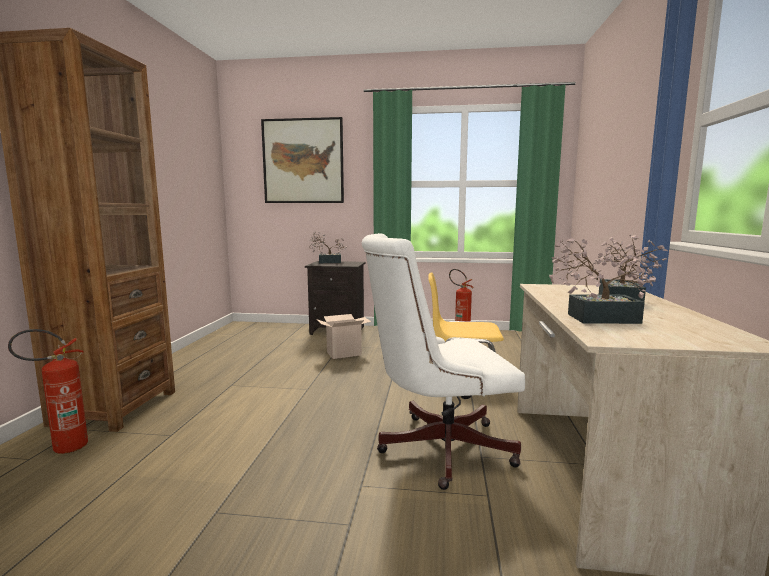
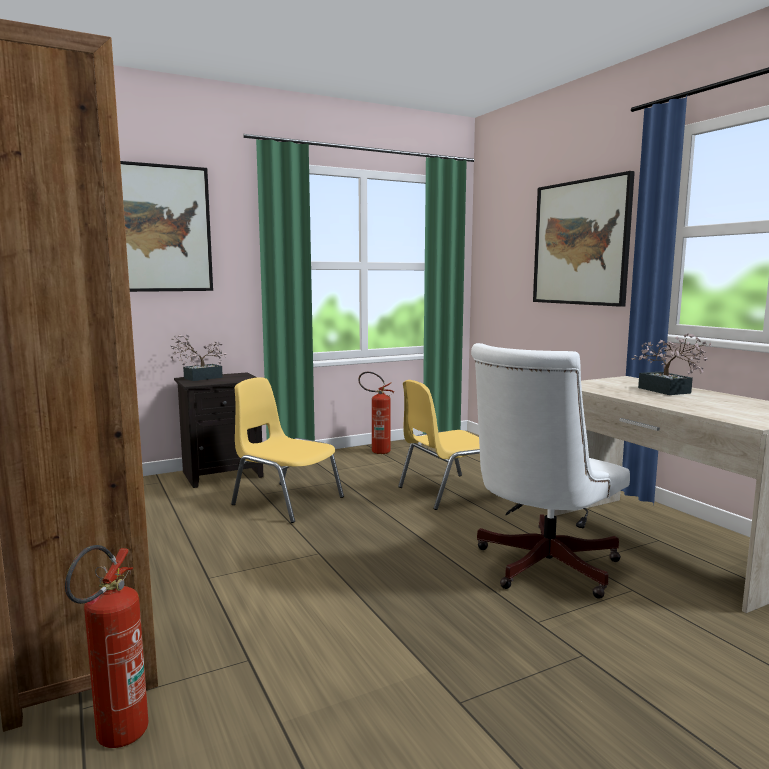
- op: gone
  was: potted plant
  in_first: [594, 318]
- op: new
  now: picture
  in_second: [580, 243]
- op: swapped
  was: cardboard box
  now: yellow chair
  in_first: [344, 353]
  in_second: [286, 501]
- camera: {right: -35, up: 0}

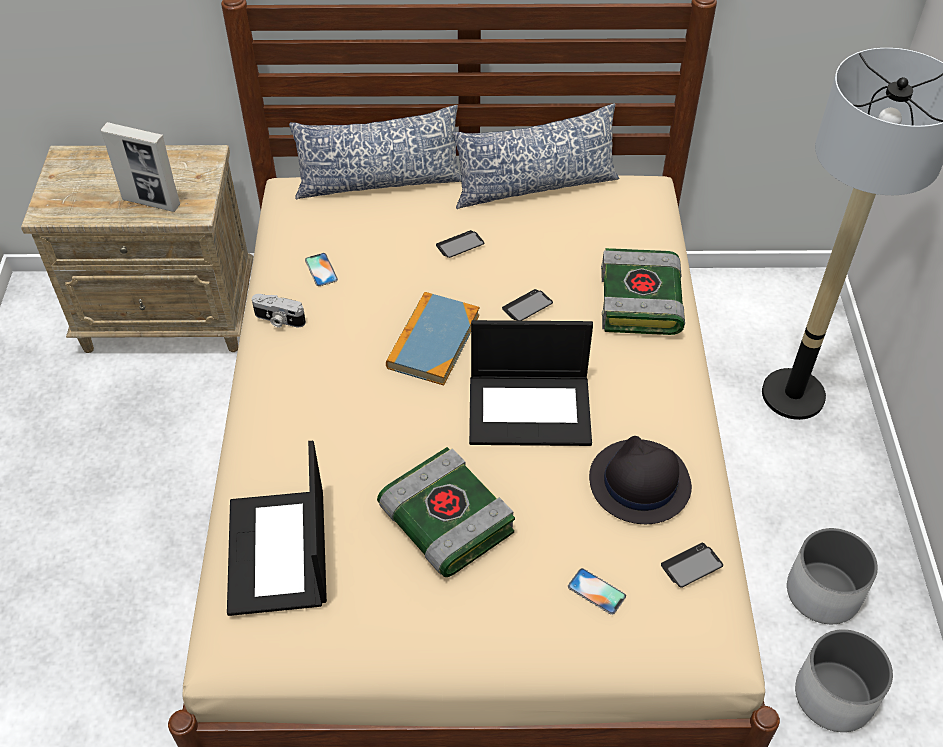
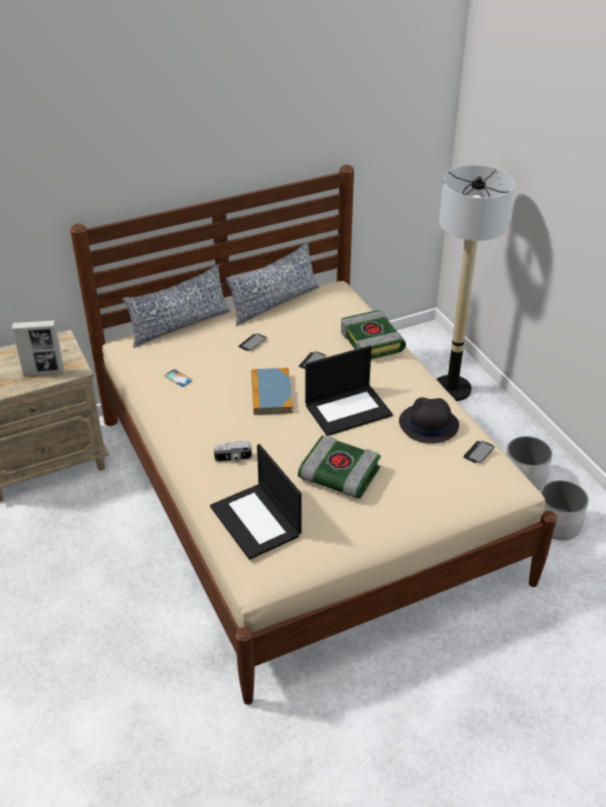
- op: gone
  was: phone
  in_first: [596, 591]
- op: shifted
  was: photo camera
  in_first: [279, 320]
  in_second: [233, 458]
- camera: {right: -25, up: -10}

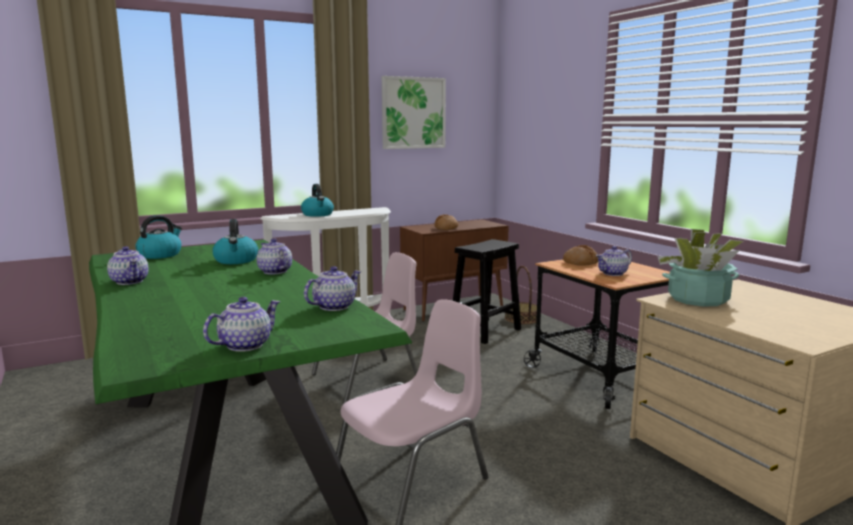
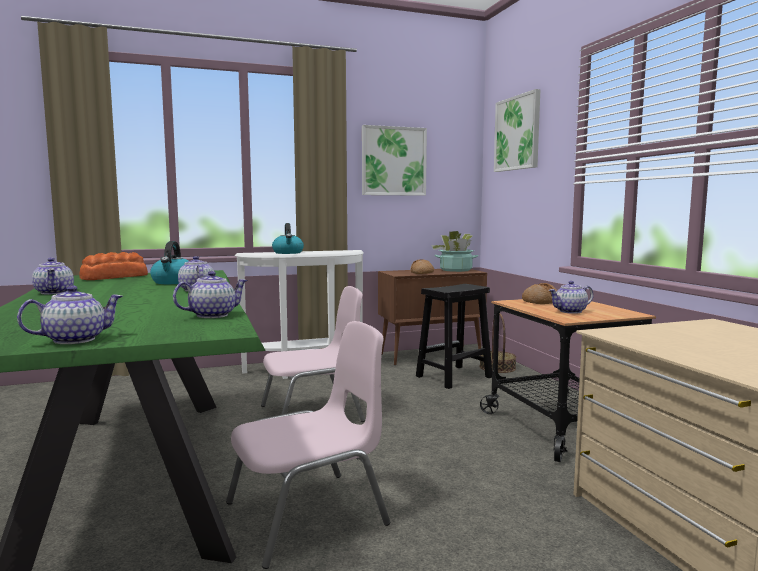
- op: new
  now: picture
  in_second: [517, 133]
- op: shifted
  was: potted plant
  in_first: [698, 299]
  in_second: [456, 270]
- op: swapped
  was: kettle
  now: bread
  in_first: [160, 255]
  in_second: [113, 277]
- camera: {right: 10, up: -5}

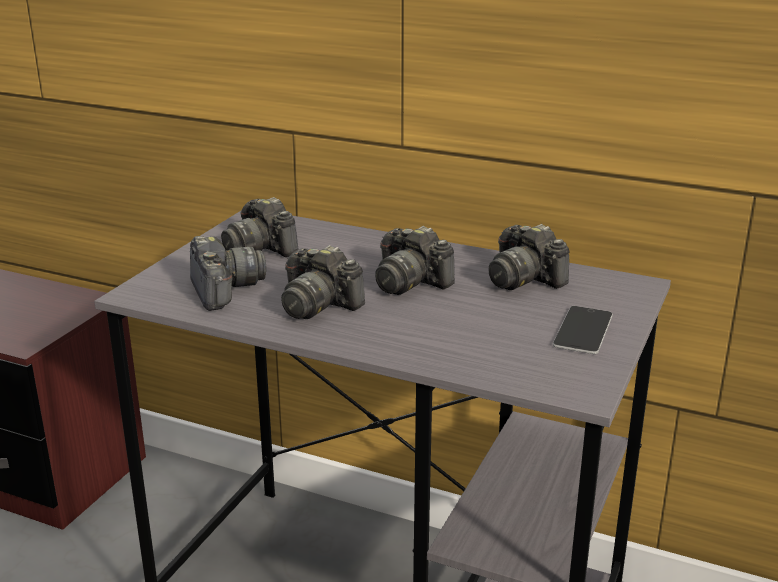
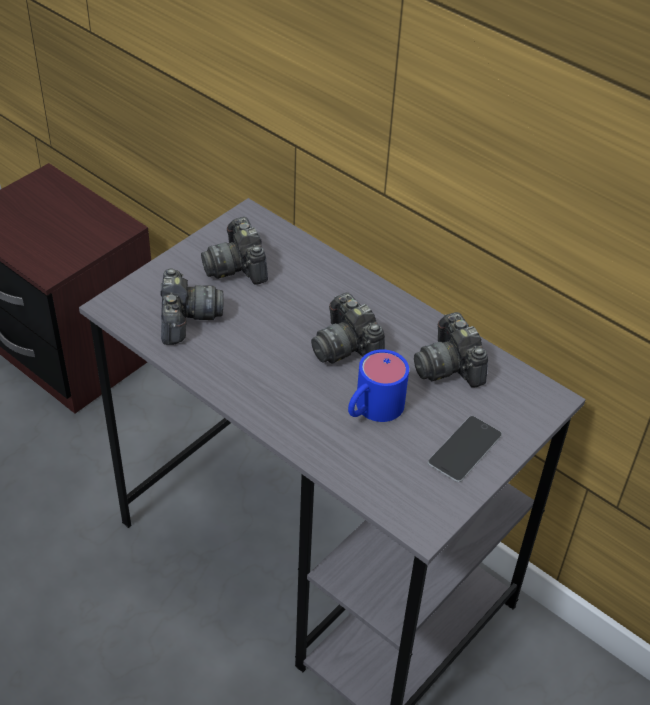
- op: gone
  was: photo camera
  in_first: [318, 305]
- op: new
  now: blue mug
  in_second: [372, 409]
- camera: {right: 15, up: 20}

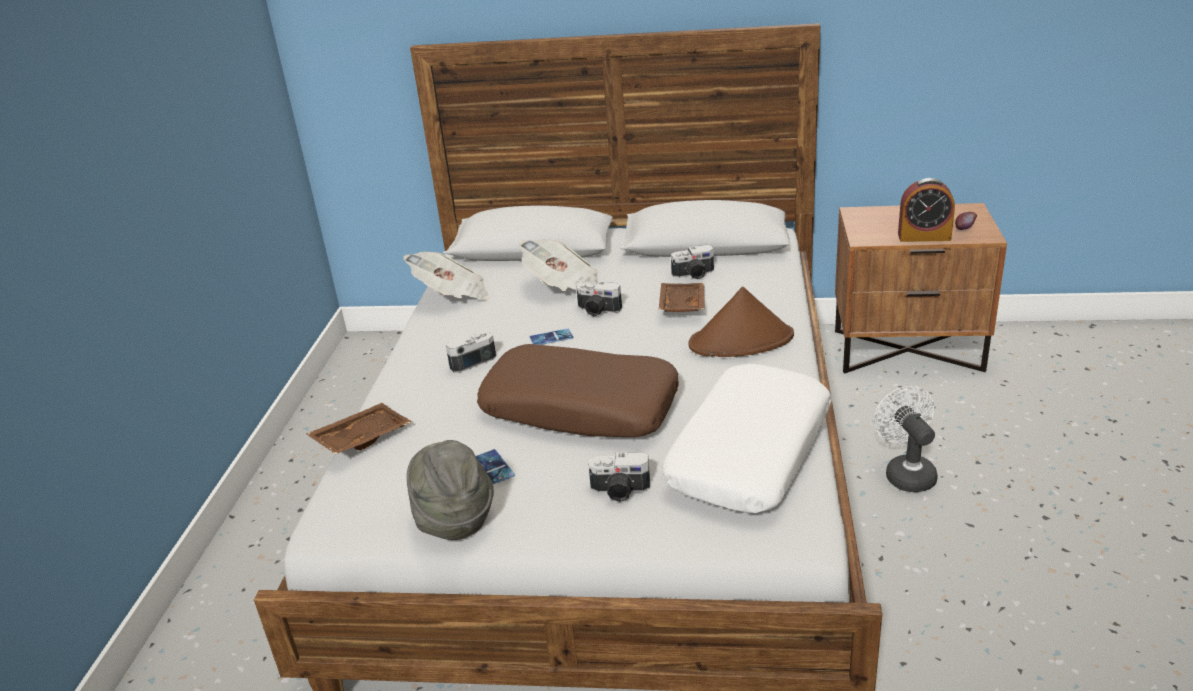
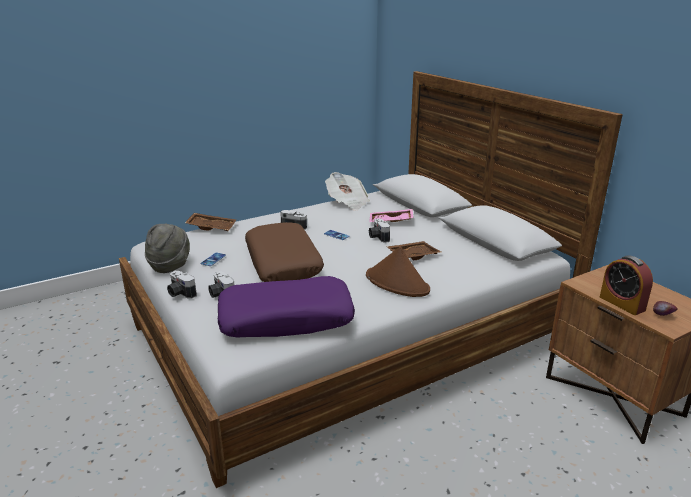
- op: gone
  was: white fan
  in_first: [906, 473]
- op: shifted
  was: photo camera
  in_first: [694, 274]
  in_second: [180, 293]
- op: swapped
  was: newspaper
  now: pink tray
  in_first: [563, 286]
  in_second: [391, 222]
- op: repainted
  was: white pillow
  now: purple pillow
  in_first: [749, 453]
  in_second: [286, 319]
- camera: {right: 50, up: -5}

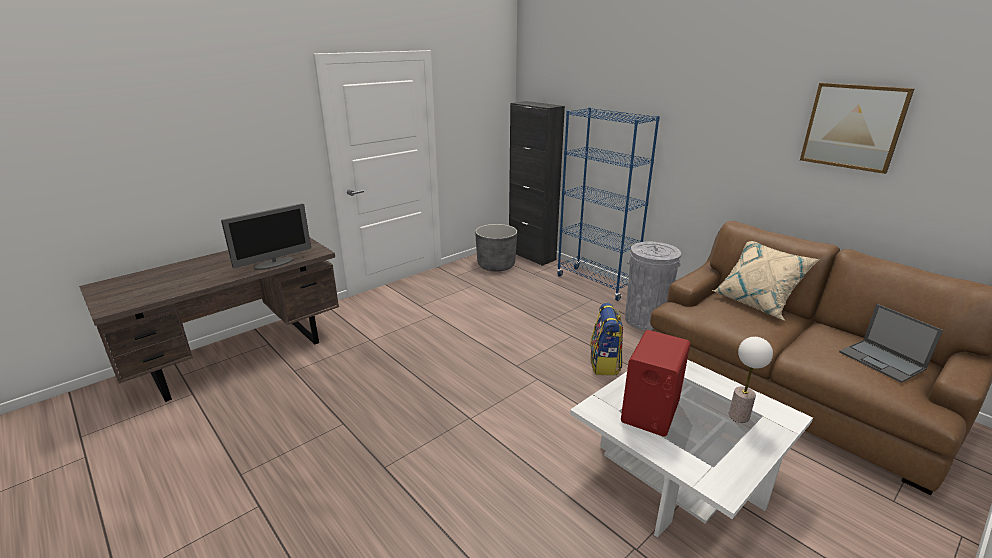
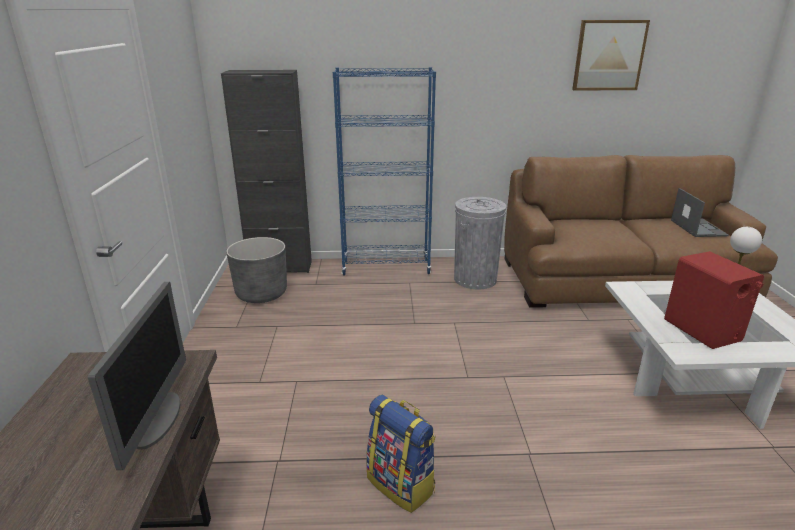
- op: gone
  was: beige pillow
  in_first: [756, 303]
- op: shifted
  was: backpack
  in_first: [605, 364]
  in_second: [402, 484]
- op: rotated
  was: laptop
  in_first: [882, 361]
  in_second: [697, 227]
  clockwise: -105
- camera: {right: -50, up: 0}

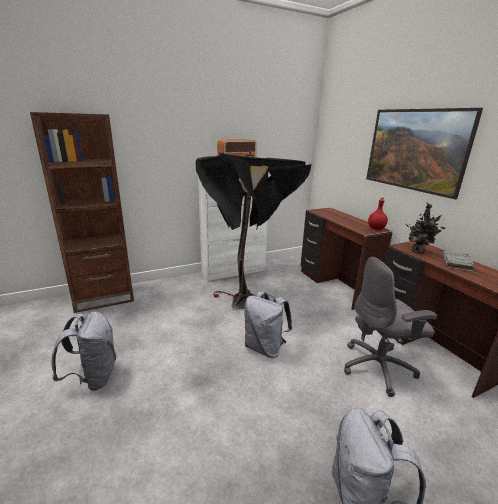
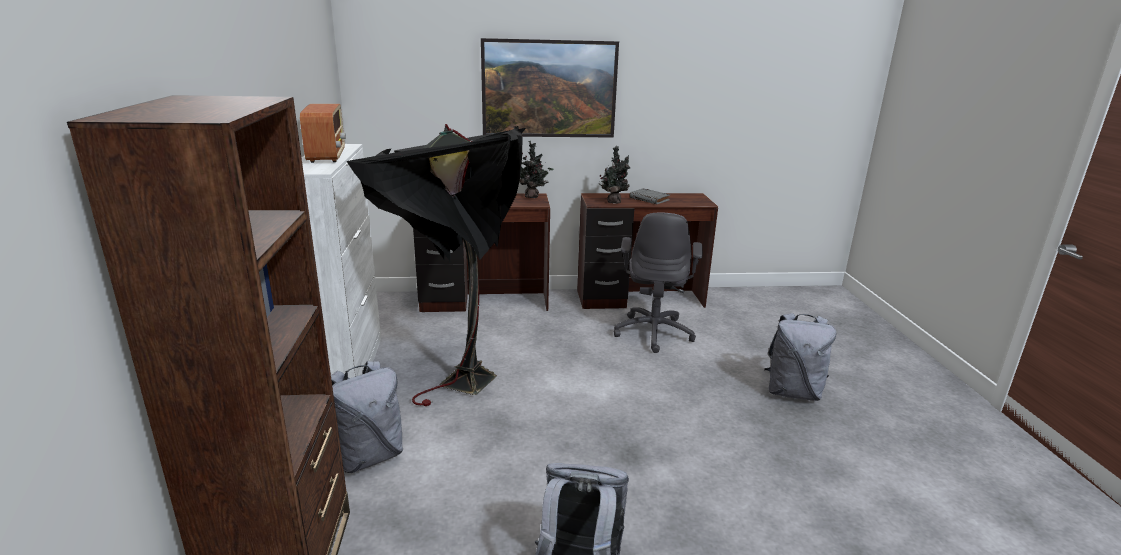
- op: shifted
  was: grey backpack
  in_first: [265, 348]
  in_second: [368, 456]
- op: swapped
  was: red bottle
  now: potted plant
  in_first: [376, 228]
  in_second: [533, 196]
- camera: {right: -70, up: 0}

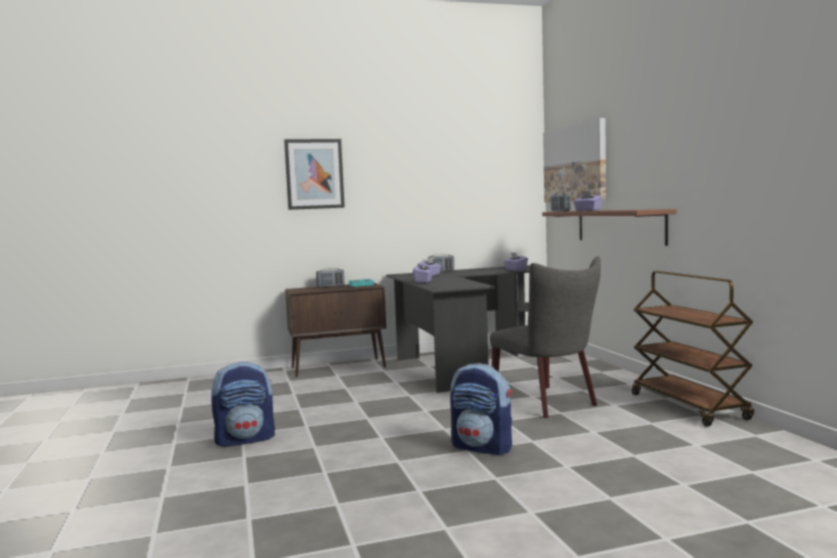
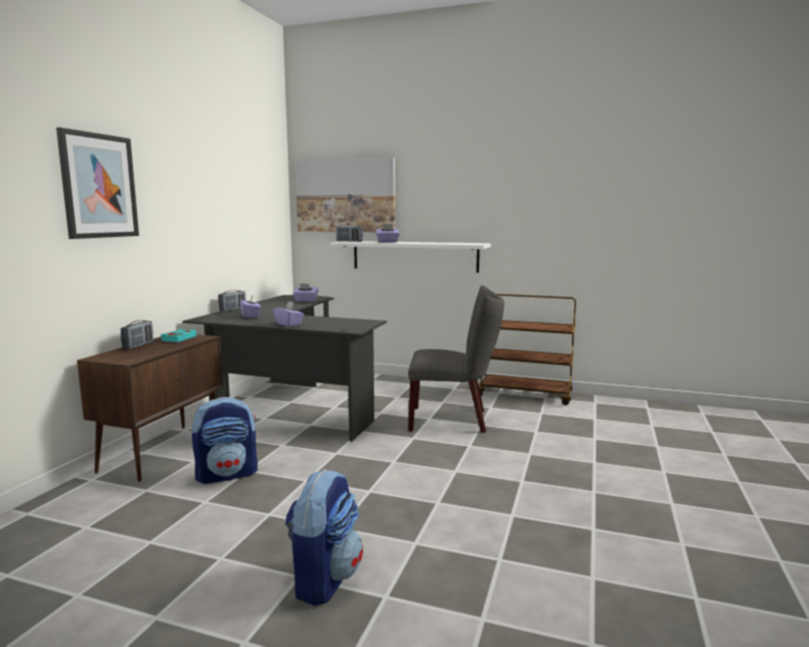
- op: shifted
  was: backpack
  in_first: [483, 447]
  in_second: [227, 474]
- op: repainted
  was: brown shelf
  now: white shelf
  in_first: [619, 226]
  in_second: [414, 256]
- camera: {right: -55, up: 5}

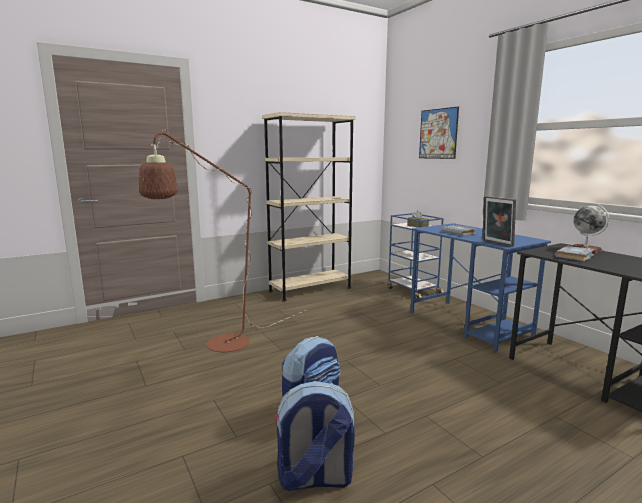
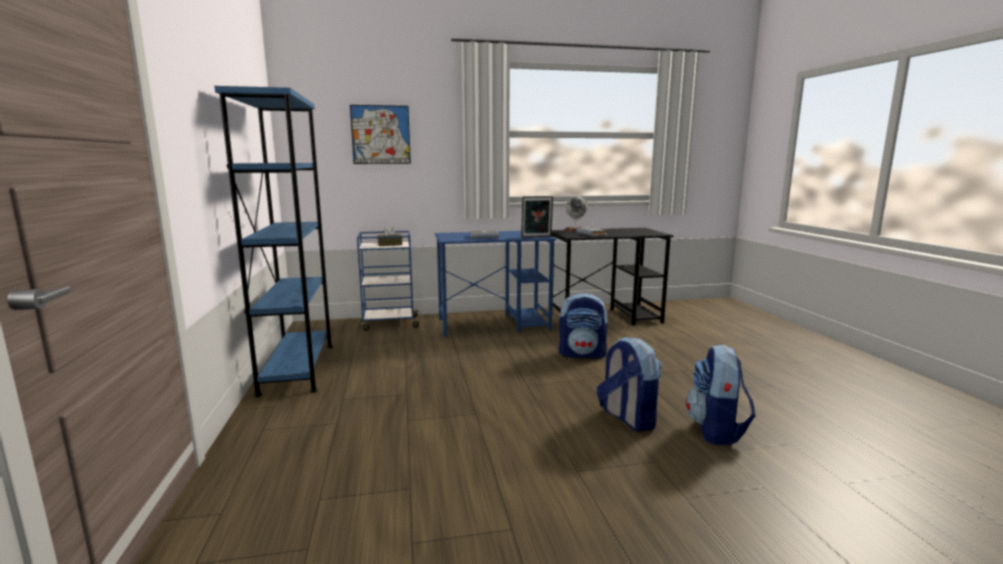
- op: gone
  was: brown floor lamp
  in_first: [218, 346]
- op: new
  now: backpack
  in_second: [582, 354]
- op: repainted
  was: beige bookcase
  now: blue bookcase
  in_first: [310, 289]
  in_second: [297, 368]
- camera: {right: -70, up: 0}

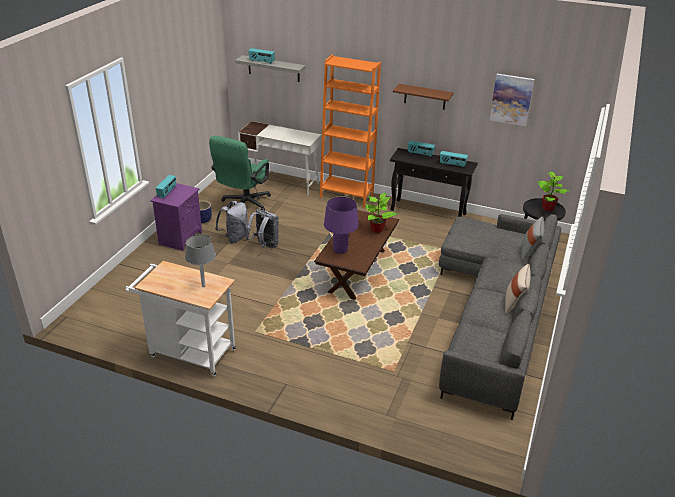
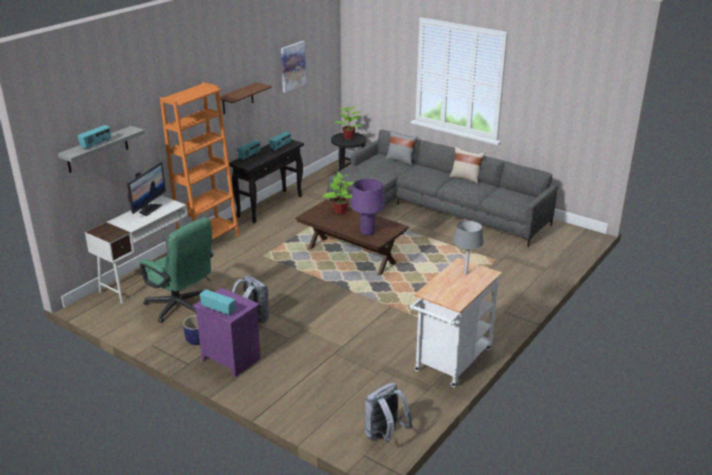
- op: new
  now: monitor
  in_second: [148, 209]
- op: shifted
  was: grey backpack
  in_first: [264, 246]
  in_second: [385, 435]
- camera: {right: -75, up: -5}

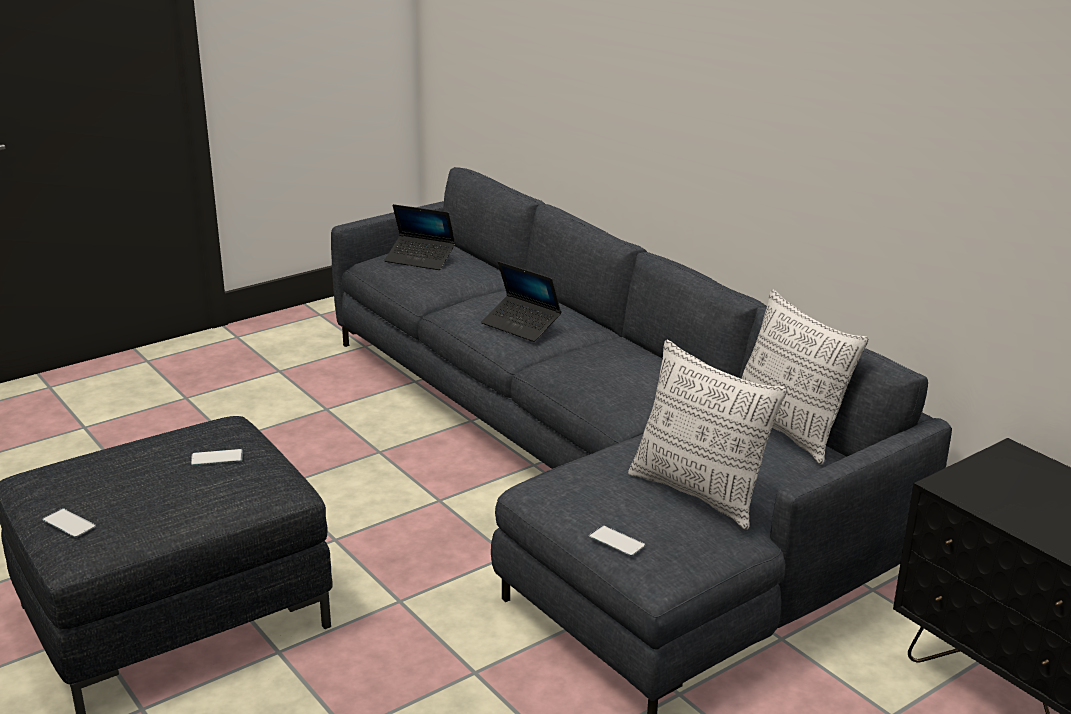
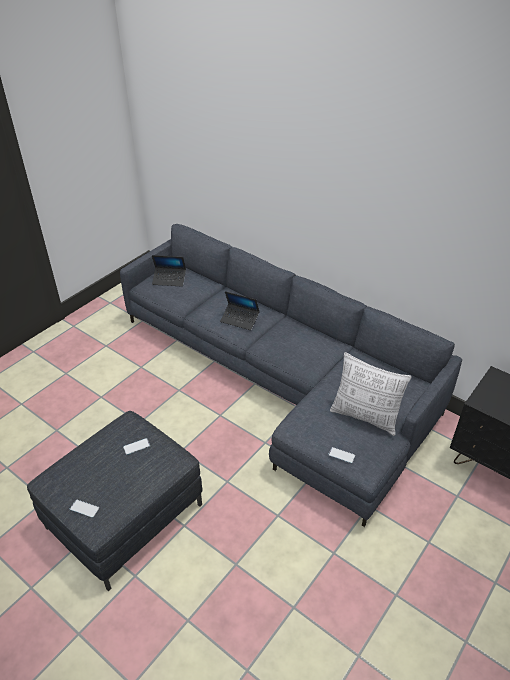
- op: gone
  was: pillow
  in_first: [788, 431]
- camera: {right: -15, up: 15}

